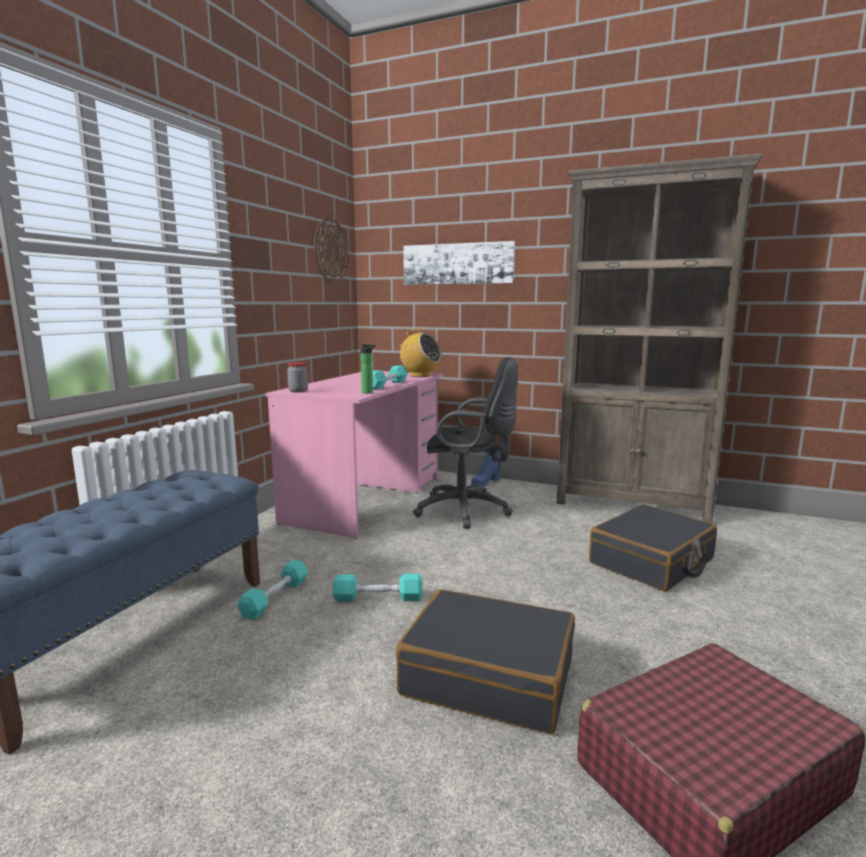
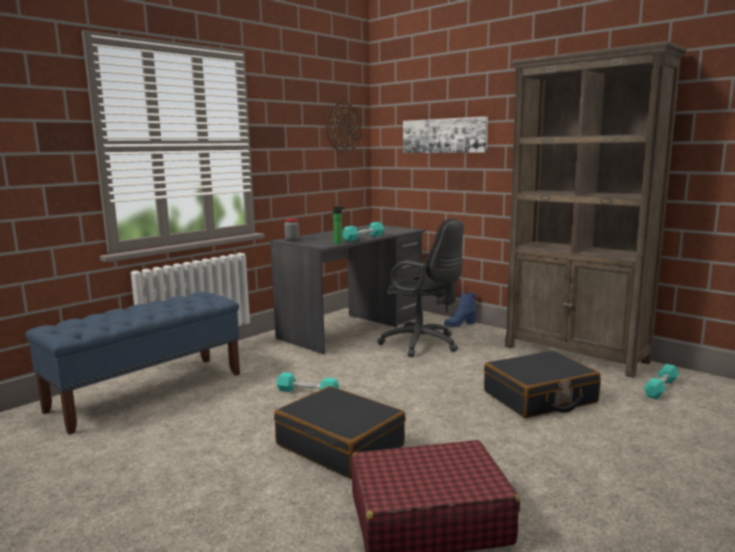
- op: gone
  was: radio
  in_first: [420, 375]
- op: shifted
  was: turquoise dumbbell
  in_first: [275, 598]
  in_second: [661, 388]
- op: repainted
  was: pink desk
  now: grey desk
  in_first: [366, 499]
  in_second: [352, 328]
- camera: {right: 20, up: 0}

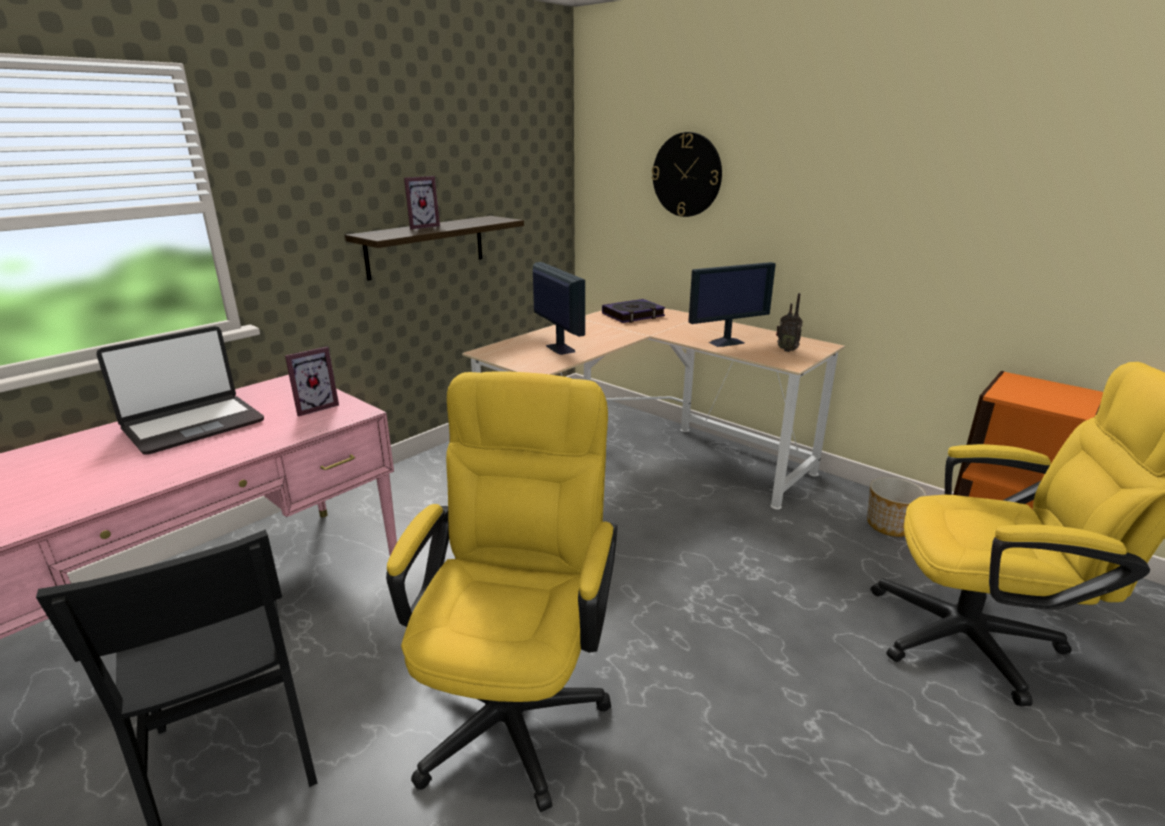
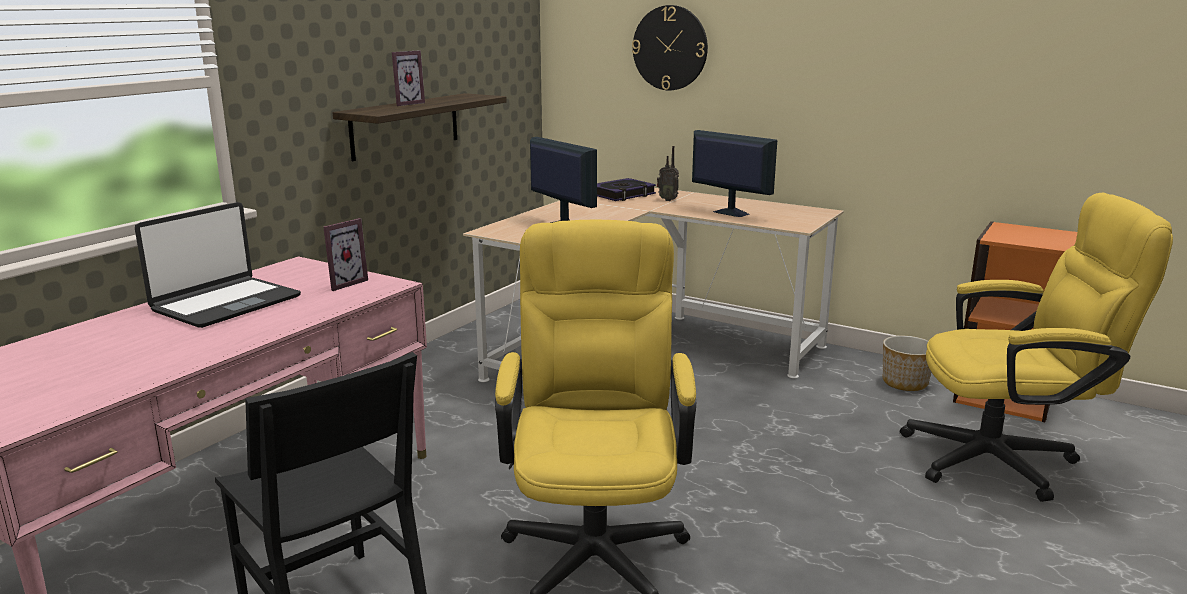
- op: shifted
  was: radio
  in_first: [787, 350]
  in_second: [668, 200]
- op: rotated
  was: monitor
  in_first: [727, 342]
  in_second: [730, 212]
  clockwise: -105
- camera: {right: -10, up: -5}

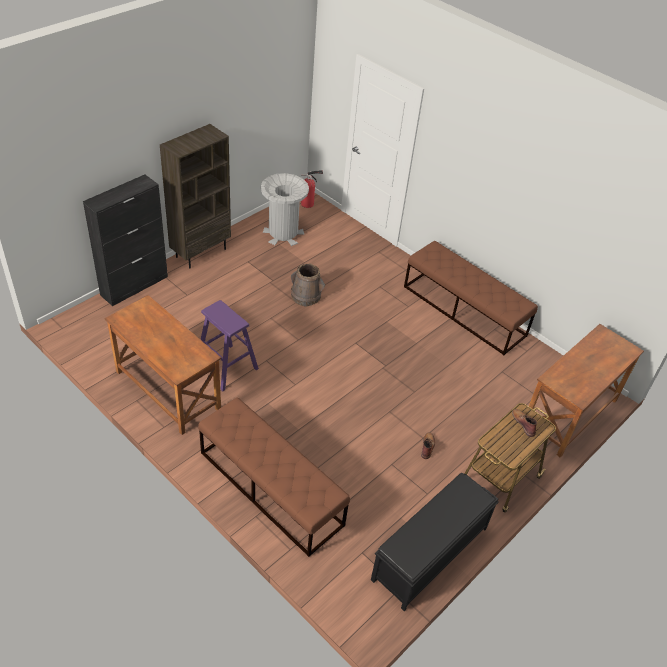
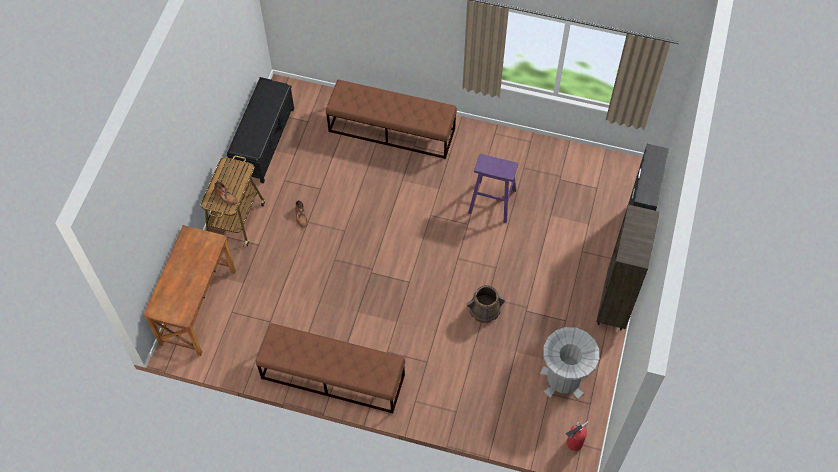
- op: gone
  was: brown desk
  in_first: [167, 390]
- camera: {right: 155, up: 15}

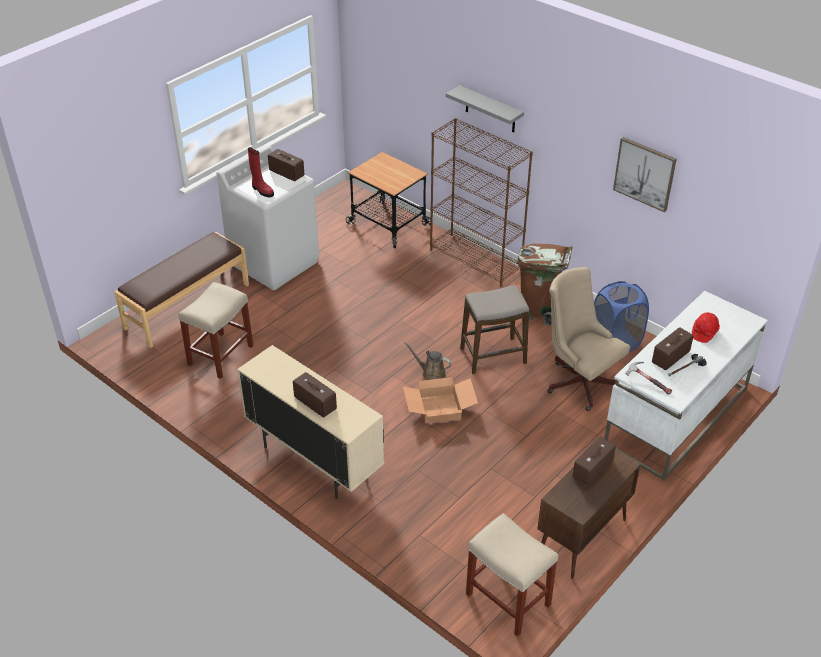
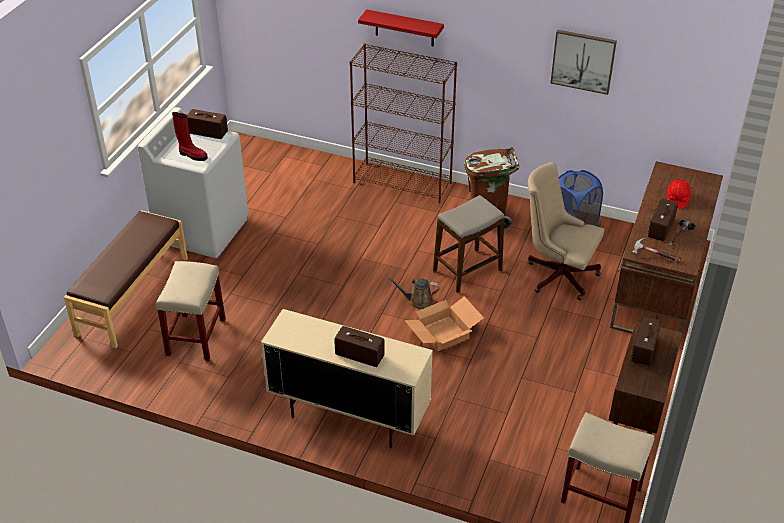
- op: gone
  was: cart
  in_first: [389, 224]
- op: repainted
  was: grey shelf
  now: red shelf
  in_first: [490, 110]
  in_second: [404, 28]
- op: repainted
  was: white desk
  now: brown desk
  in_first: [676, 417]
  in_second: [659, 285]
- camera: {right: -20, up: 0}

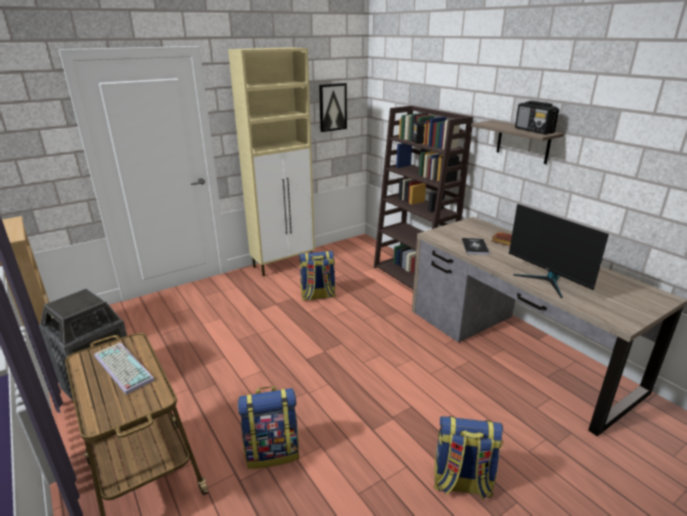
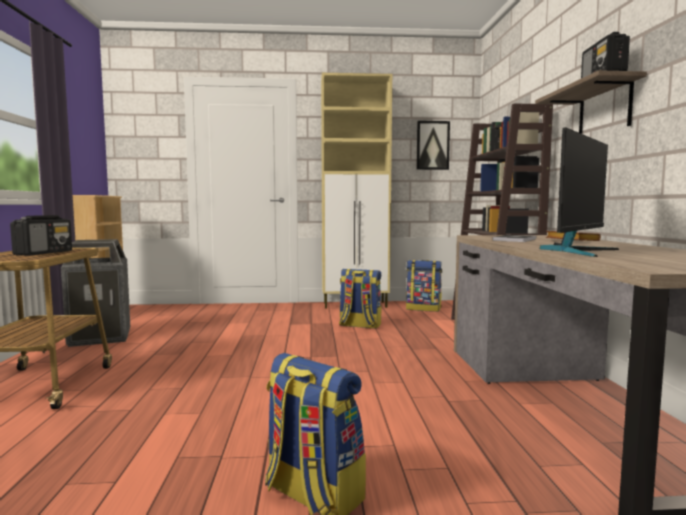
- op: shifted
  was: backpack
  in_first: [272, 452]
  in_second: [423, 308]
- op: swapped
  was: keyboard
  now: radio
  in_first: [121, 368]
  in_second: [44, 253]
- op: rotated
  was: monitor
  in_first: [547, 281]
  in_second: [577, 251]
  clockwise: -135
- camera: {right: 30, up: -20}

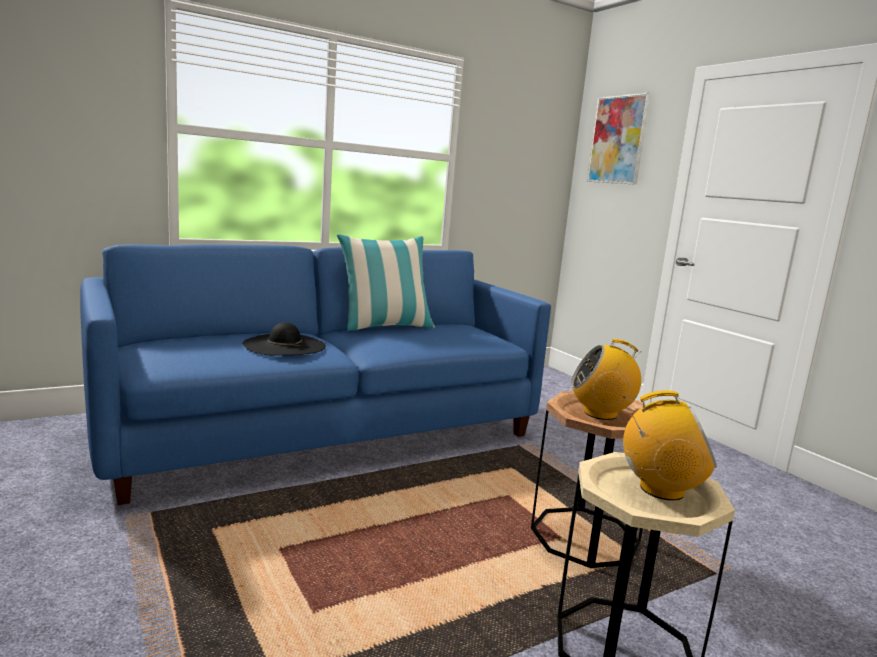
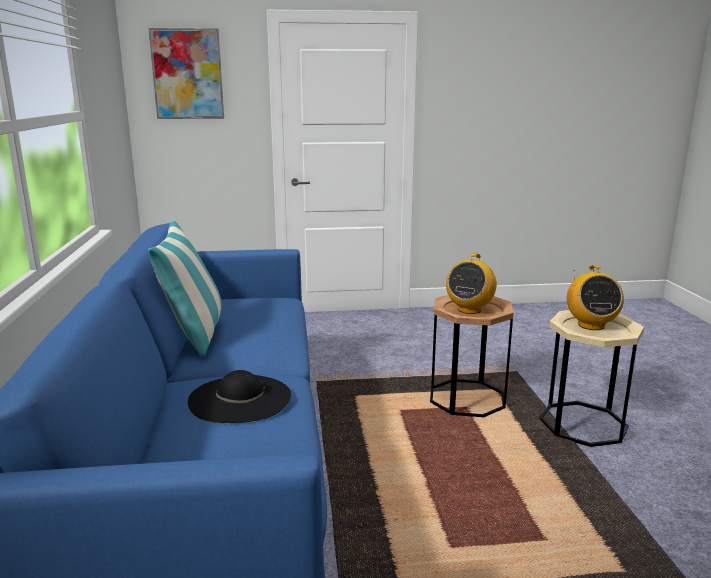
- op: rotated
  was: radio
  in_first: [661, 489]
  in_second: [591, 325]
  clockwise: 150
- camera: {right: -65, up: 5}

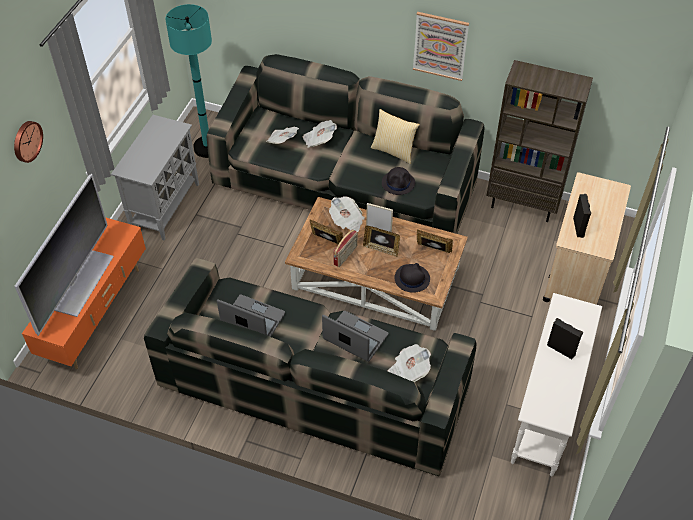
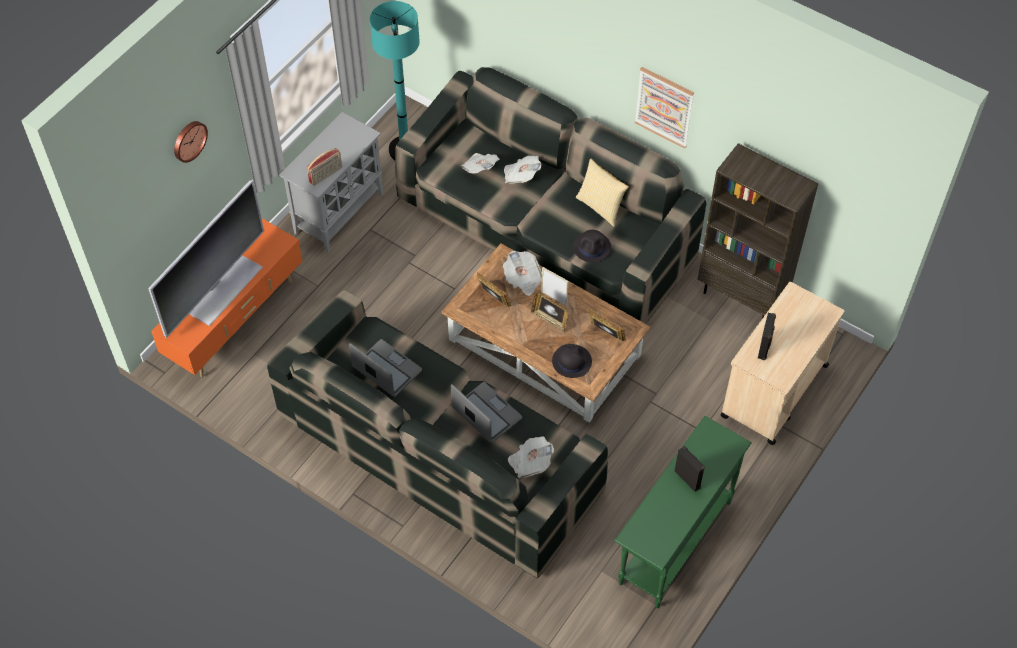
- op: shifted
  was: radio
  in_first: [346, 255]
  in_second: [326, 175]
- op: repainted
  was: white console table
  now: green console table
  in_first: [545, 415]
  in_second: [674, 542]
- camera: {right: 15, up: 5}

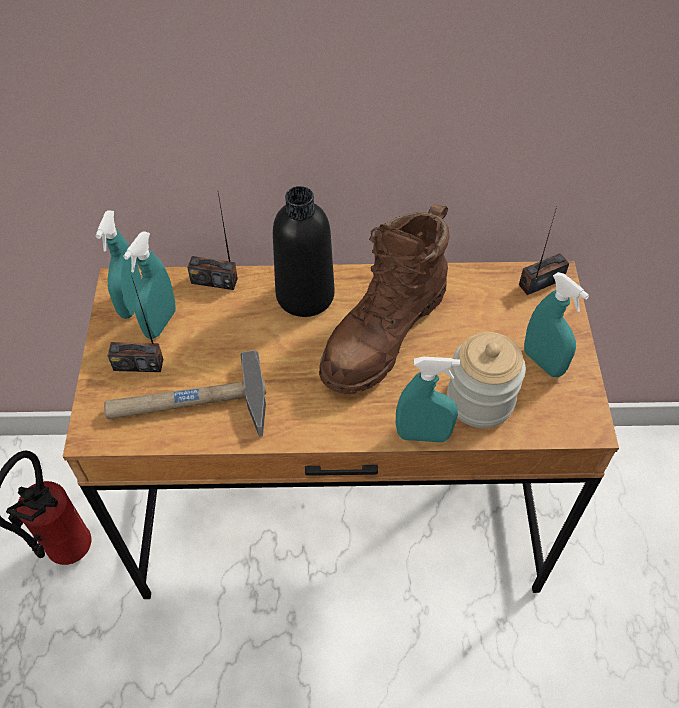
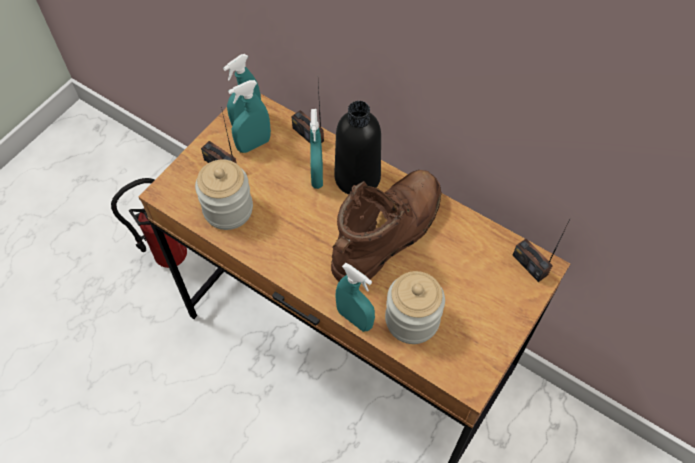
- op: shifted
  was: turquoise spray bottle
  in_first: [543, 362]
  in_second: [317, 175]
- op: swapped
  was: hammer
  now: jar
  in_first: [188, 407]
  in_second: [228, 209]
- op: rotated
  was: brown boot
  in_first: [383, 332]
  in_second: [387, 234]
  clockwise: 150
- op: rotated
  was: radio
  in_first: [541, 282]
  in_second: [530, 265]
  clockwise: -135
- camera: {right: 35, up: 5}

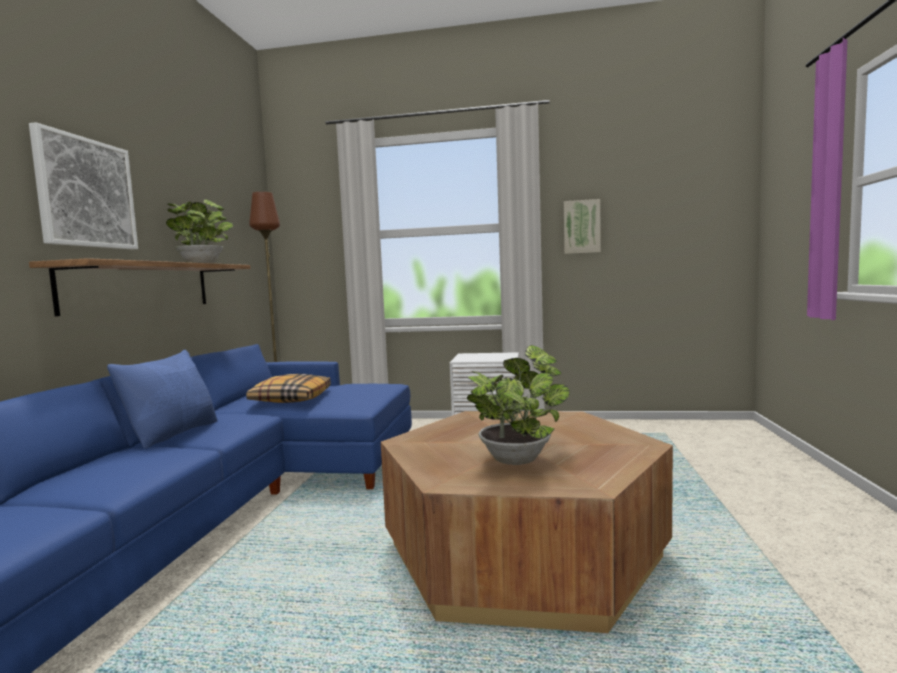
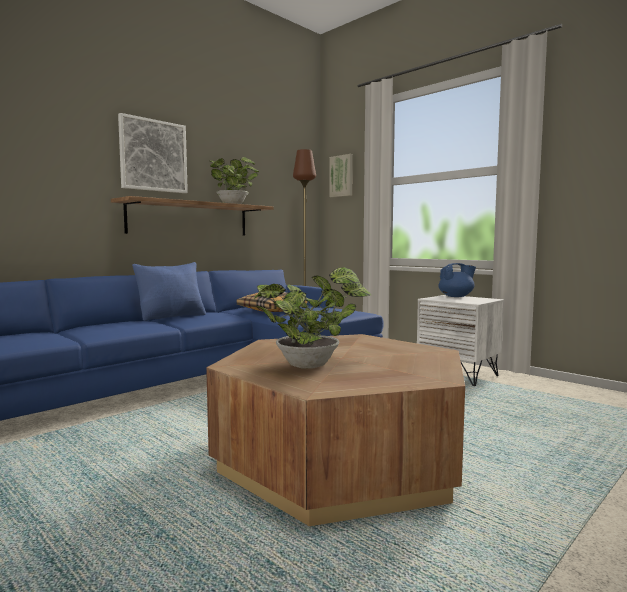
- op: new
  now: blue teapot
  in_second: [456, 296]
- op: shifted
  was: picture
  in_first: [581, 227]
  in_second: [342, 176]
- camera: {right: 35, up: 0}

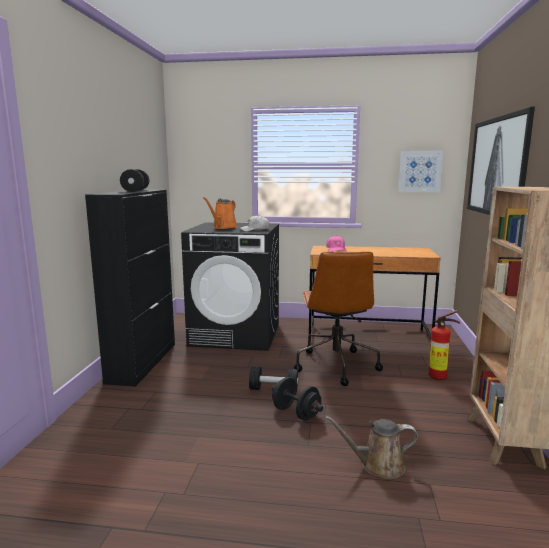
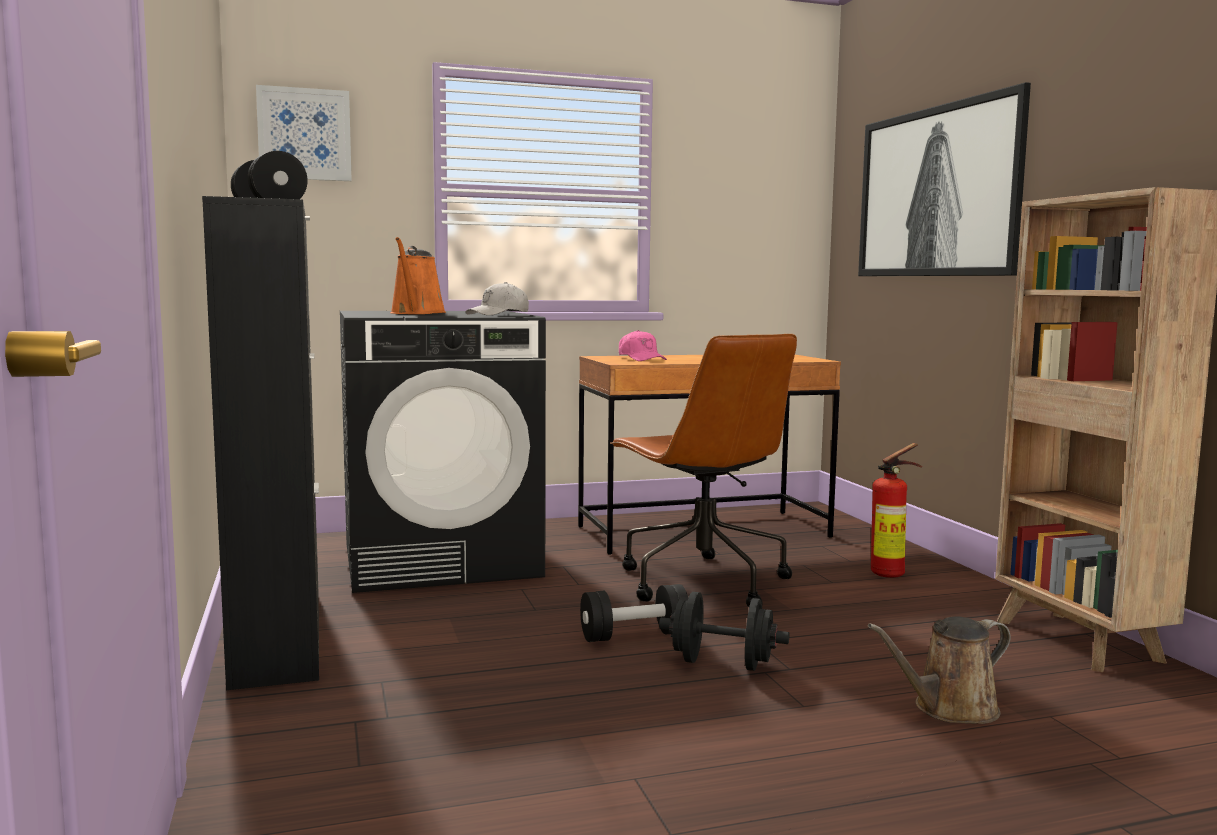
- op: shifted
  was: picture
  in_first: [420, 171]
  in_second: [304, 134]
- camera: {right: -25, up: -5}

